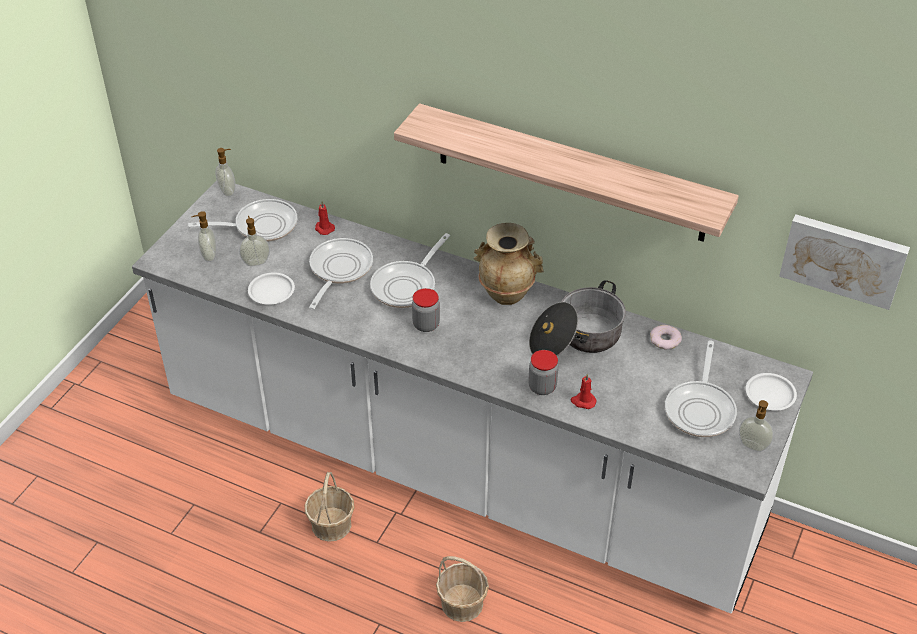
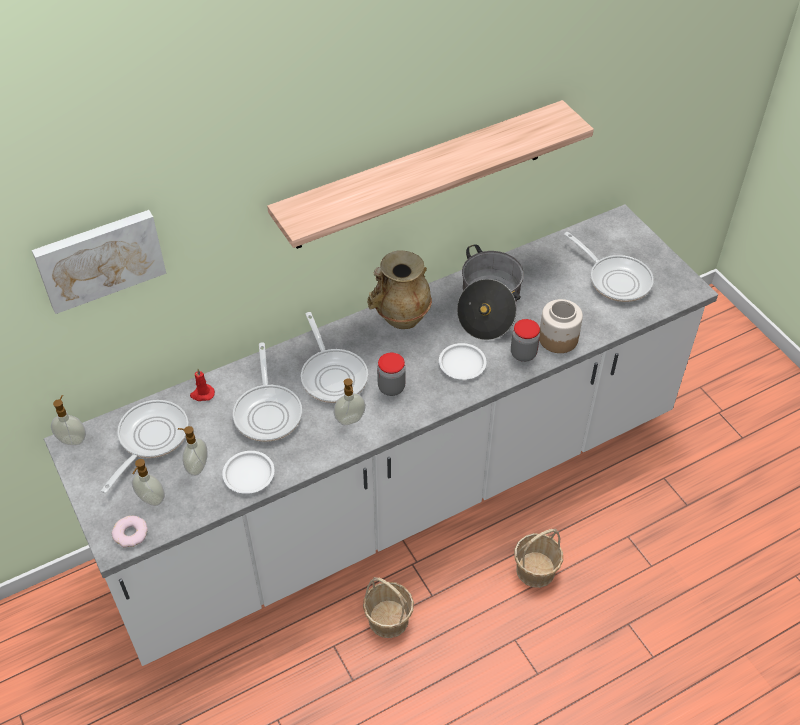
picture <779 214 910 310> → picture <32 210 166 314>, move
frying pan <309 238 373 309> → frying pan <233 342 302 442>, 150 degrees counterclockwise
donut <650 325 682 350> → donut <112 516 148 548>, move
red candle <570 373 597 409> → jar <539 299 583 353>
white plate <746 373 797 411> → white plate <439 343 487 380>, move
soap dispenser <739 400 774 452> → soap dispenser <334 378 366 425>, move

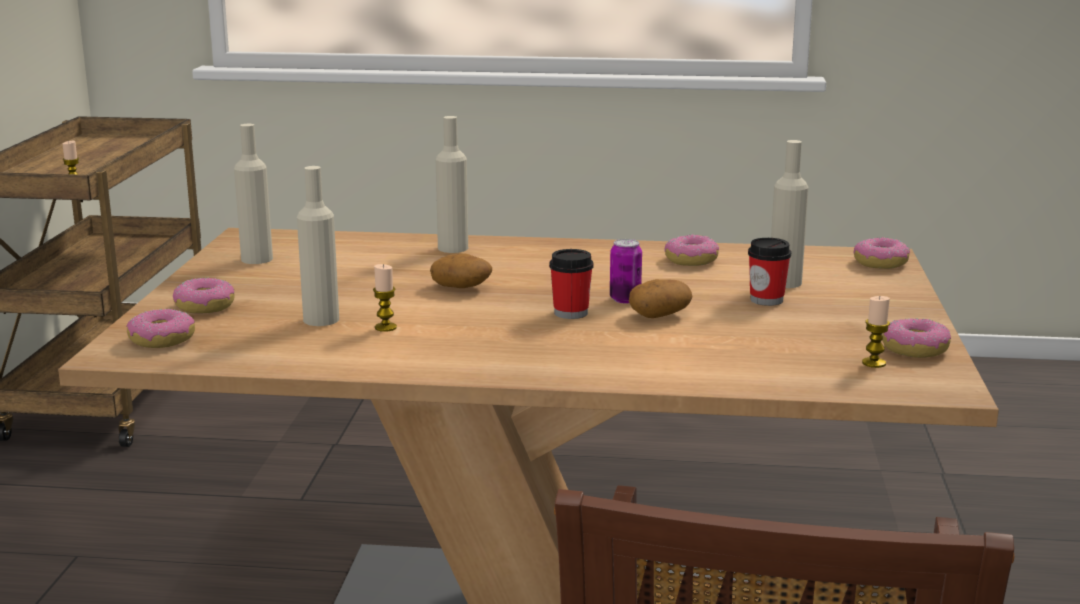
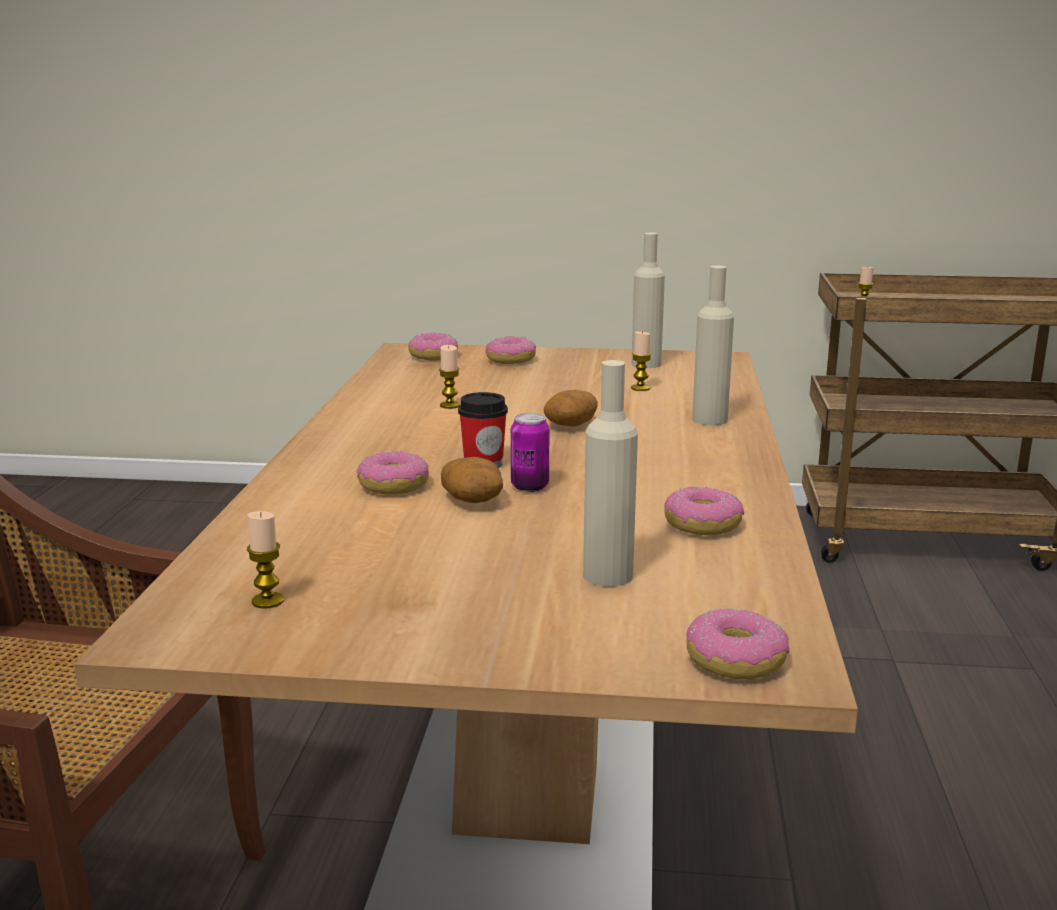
beige bottle <297 166 339 326> → -
cup <748 238 791 306> → -
donut <882 318 951 358> → donut <357 451 429 494>, move
- → candle <631 331 652 391>

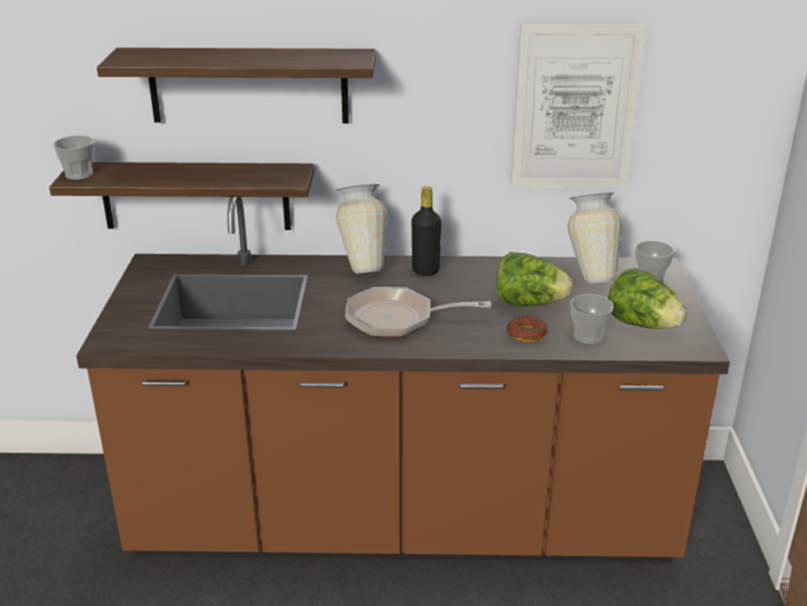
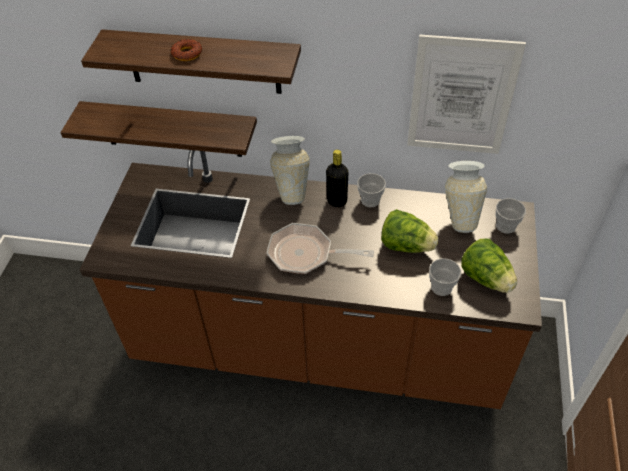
cup <53 136 94 180> → cup <357 173 386 207>, move
donut <507 316 547 342> → donut <170 39 202 61>, move

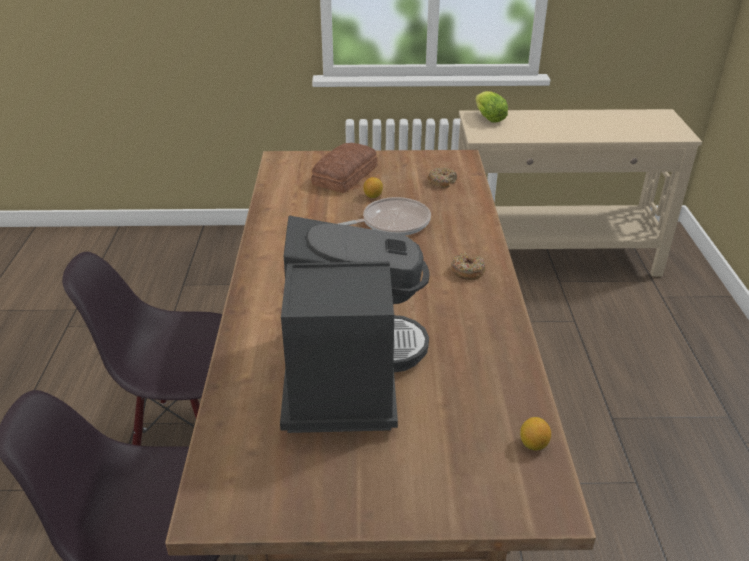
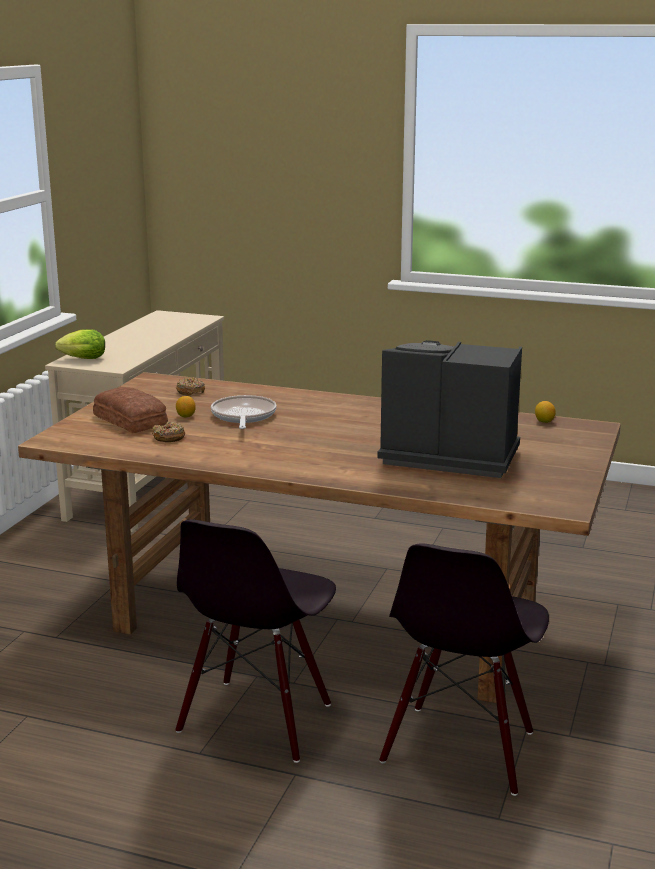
donut <451 252 486 280> → donut <152 422 185 442>, move

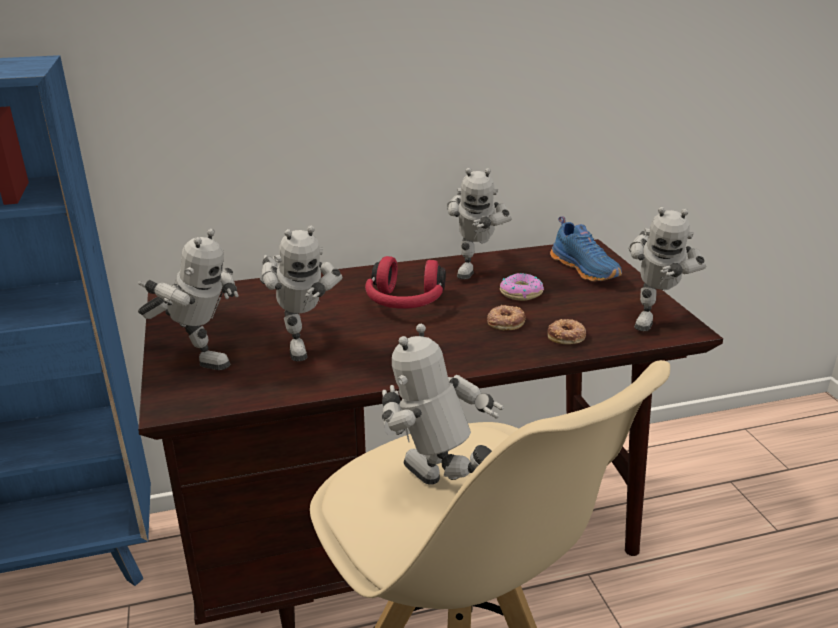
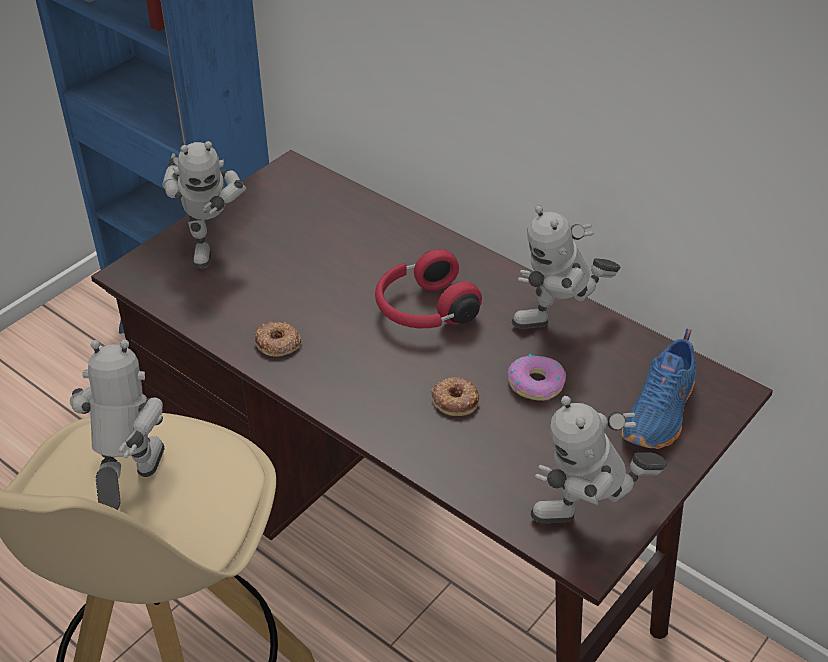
toy robot <260 226 343 361> → -
donut <548 319 586 344> → donut <254 321 301 357>, move

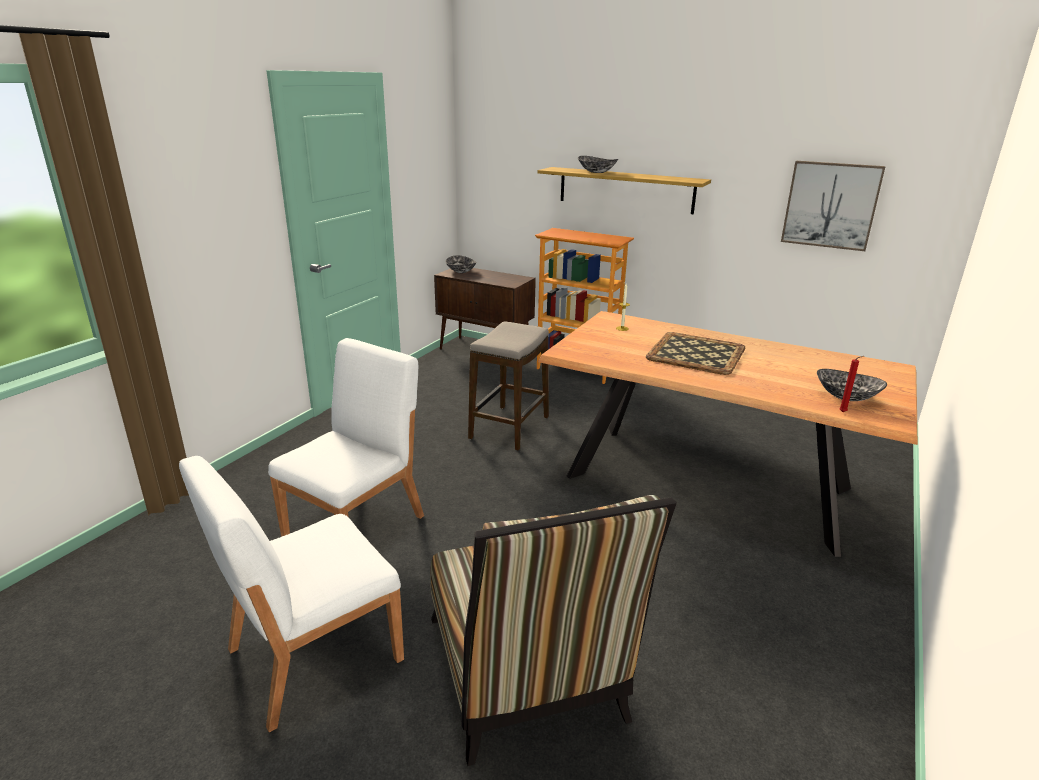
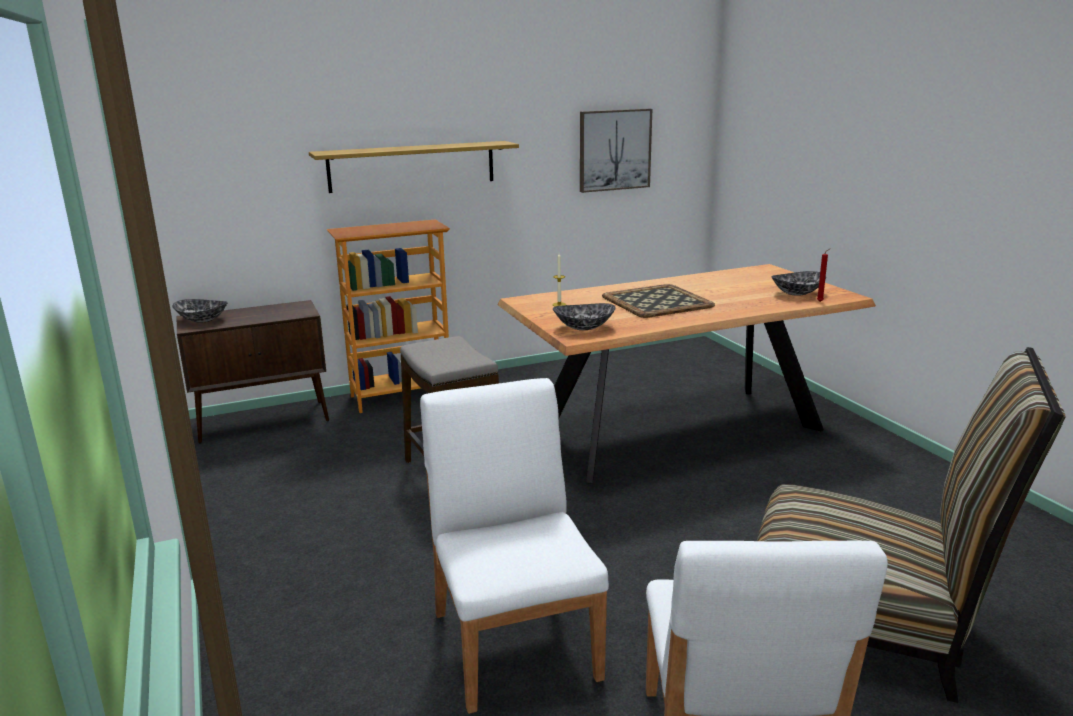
bowl <578 156 618 173> → bowl <553 303 616 330>, move

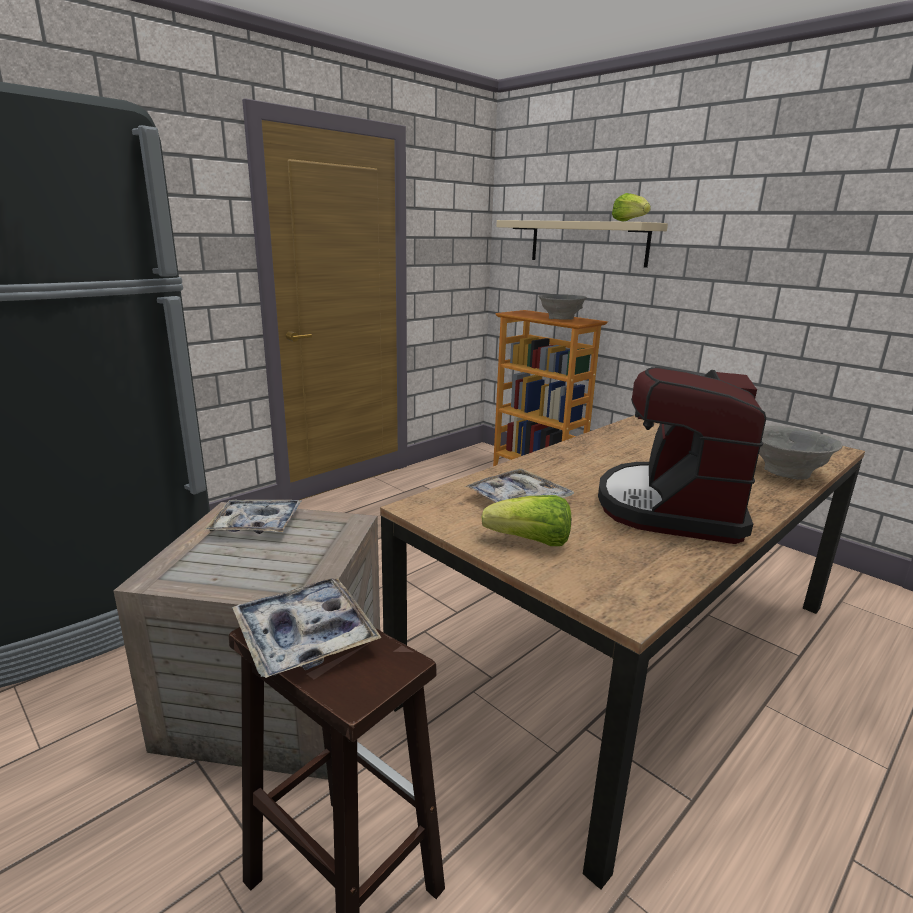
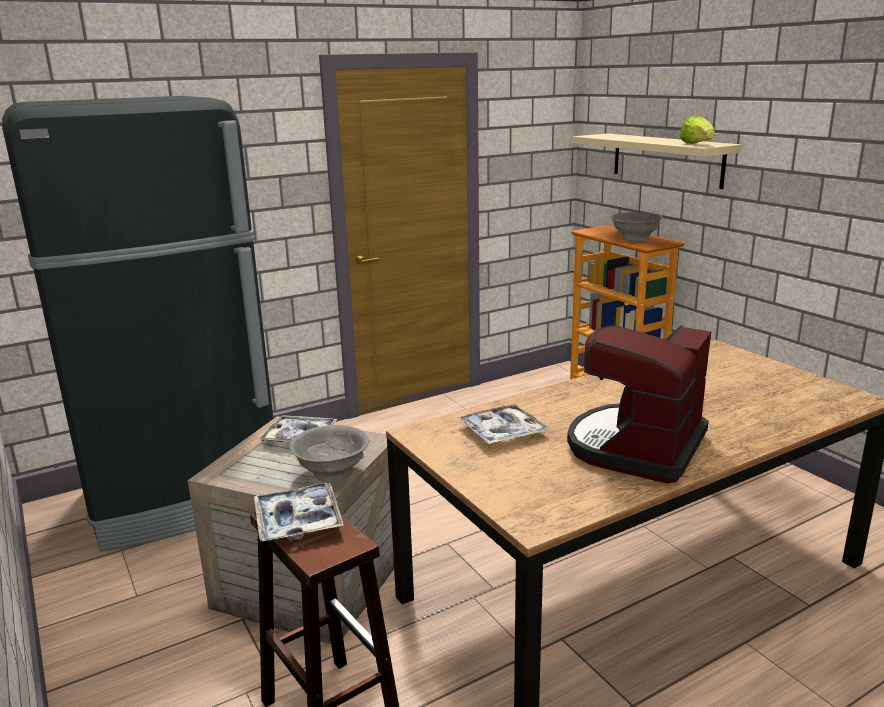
grey bowl <759 426 843 480> → grey bowl <290 425 369 483>, move
lettuce <481 495 571 546> → -

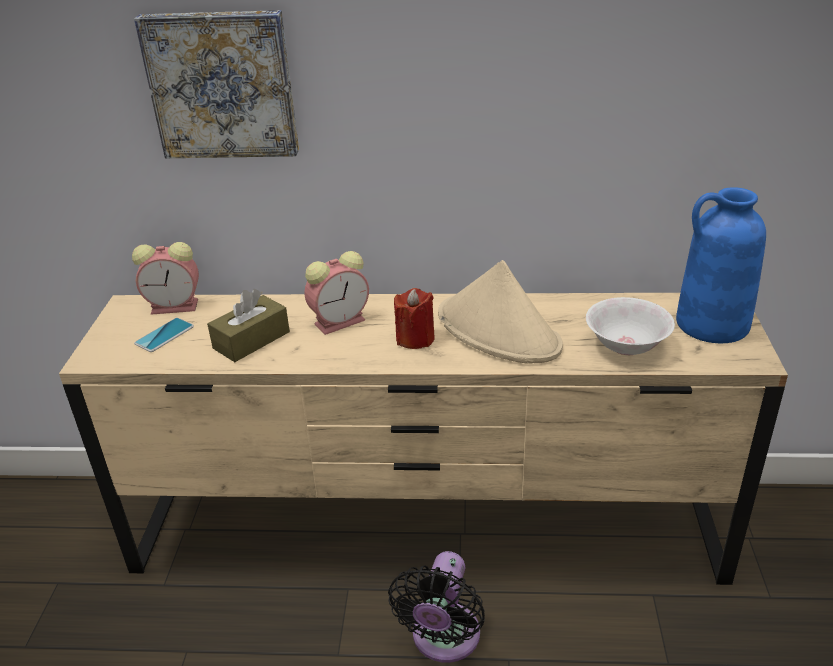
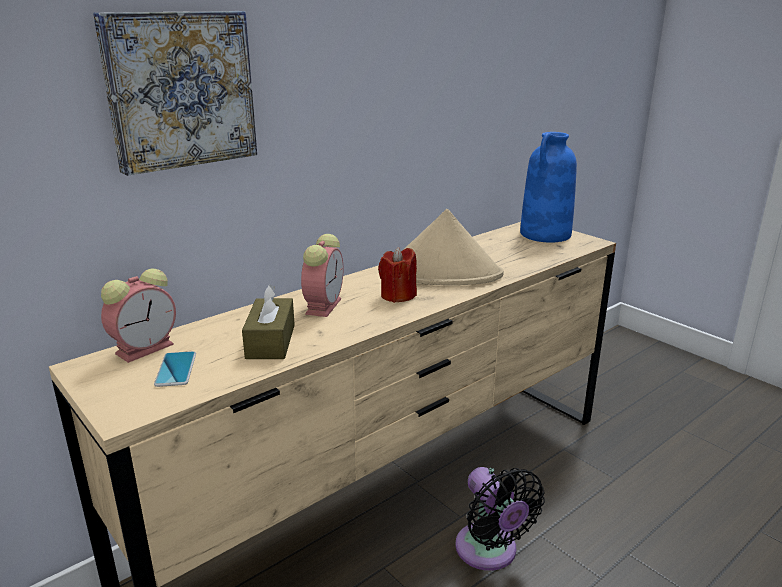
white bowl <586 297 675 355> → -

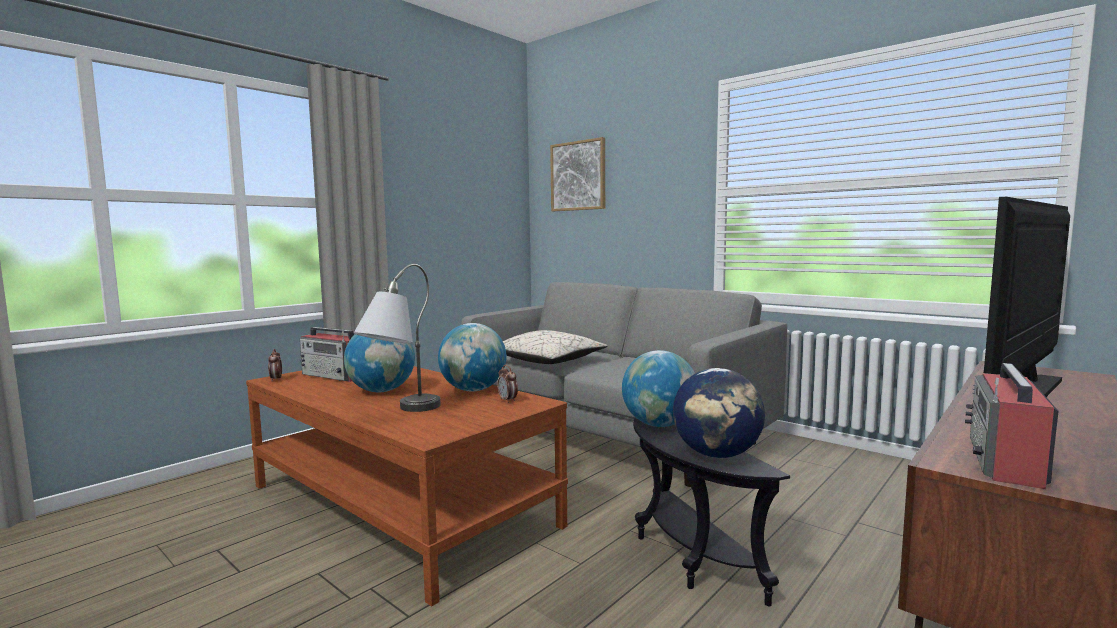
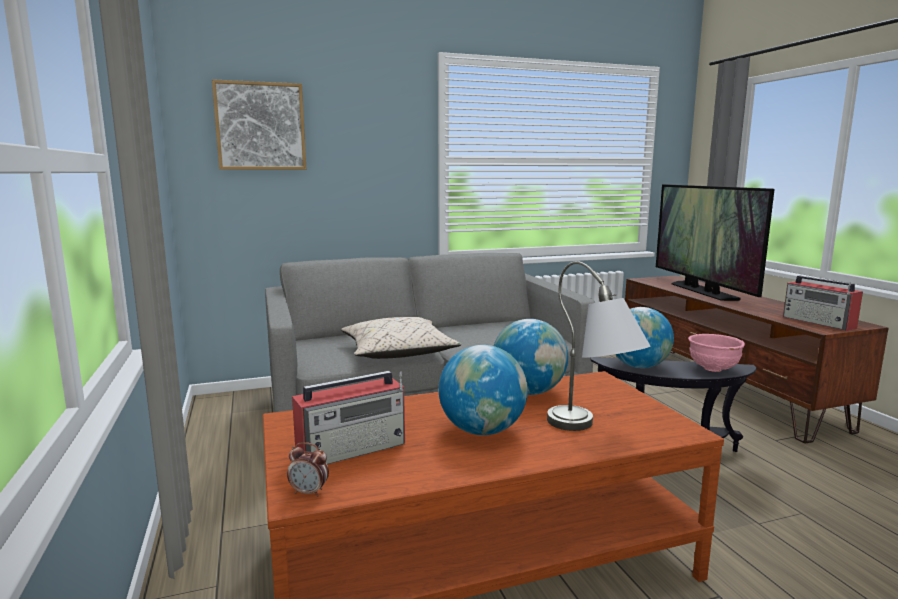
alarm clock <497 365 518 403> → -
globe <673 368 765 458> → pink bowl <688 334 745 372>

